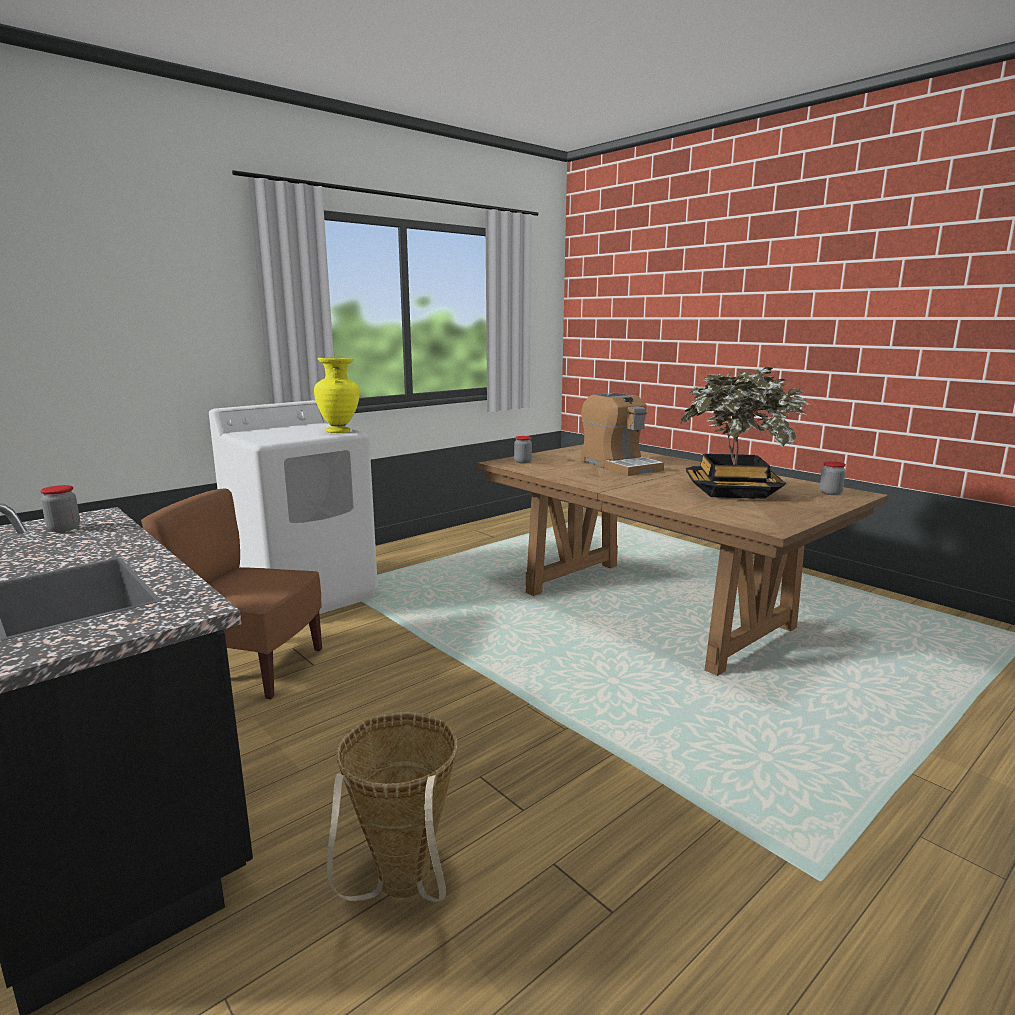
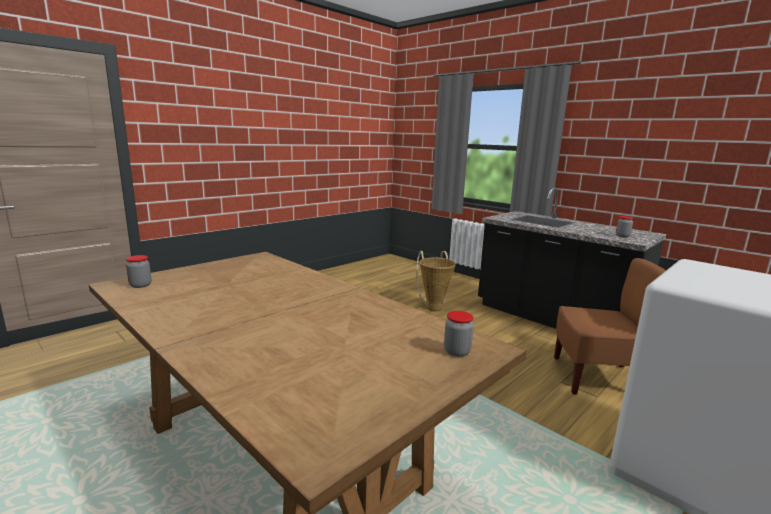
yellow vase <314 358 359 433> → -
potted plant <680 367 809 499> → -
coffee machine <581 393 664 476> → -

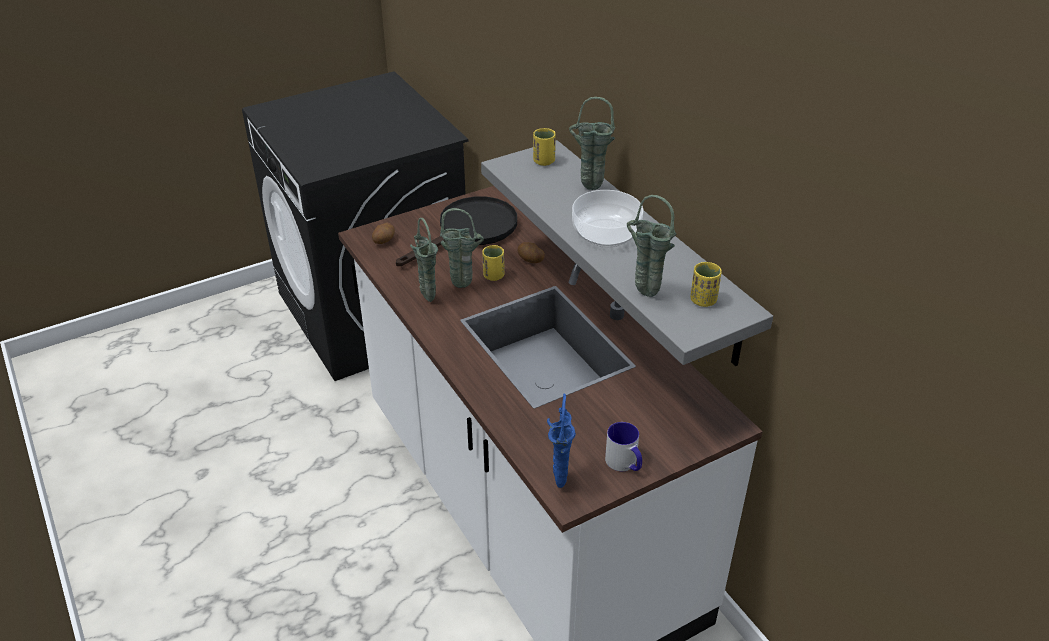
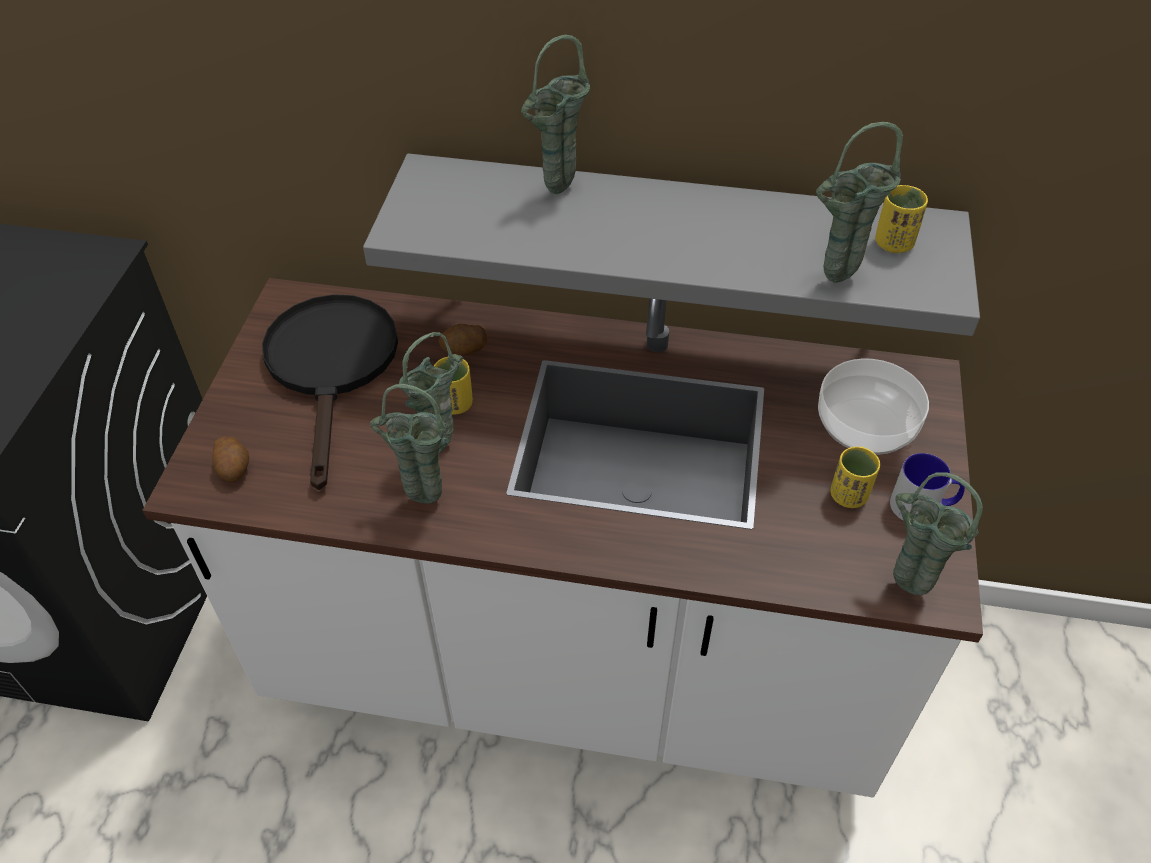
yellow cup <533 128 556 166> → yellow cup <830 446 880 508>, move
bowl <572 190 643 248> → bowl <818 358 929 455>, move
blue vase <547 393 576 488> → green vase <893 473 983 595>

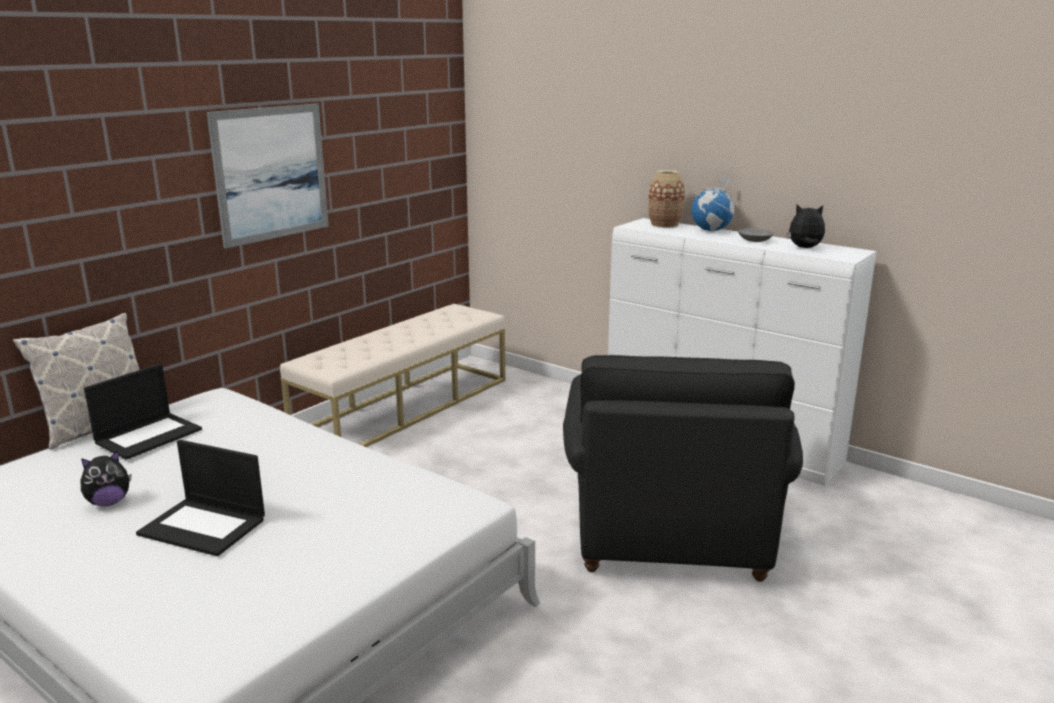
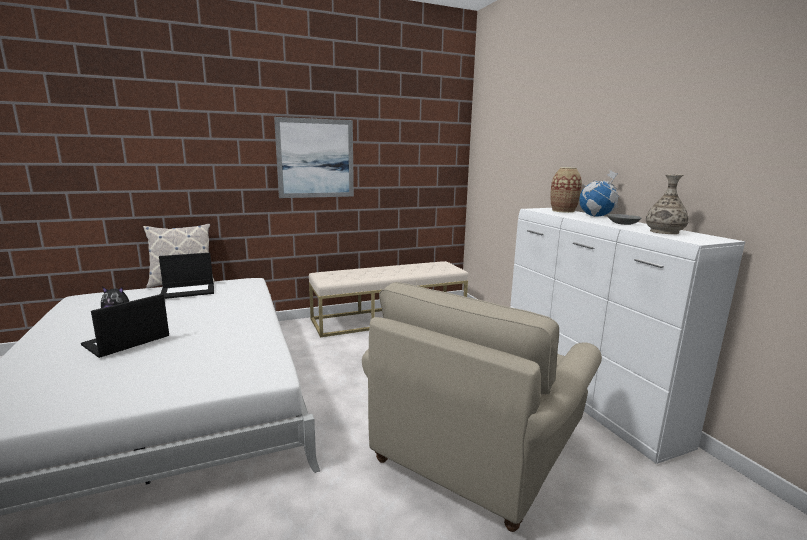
plush toy <787 204 825 248> → vase <646 174 689 234>
black armchair <563 355 803 582> → beige armchair <362 282 602 532>
laptop <136 440 265 556> → laptop <81 294 169 358>, 75 degrees clockwise

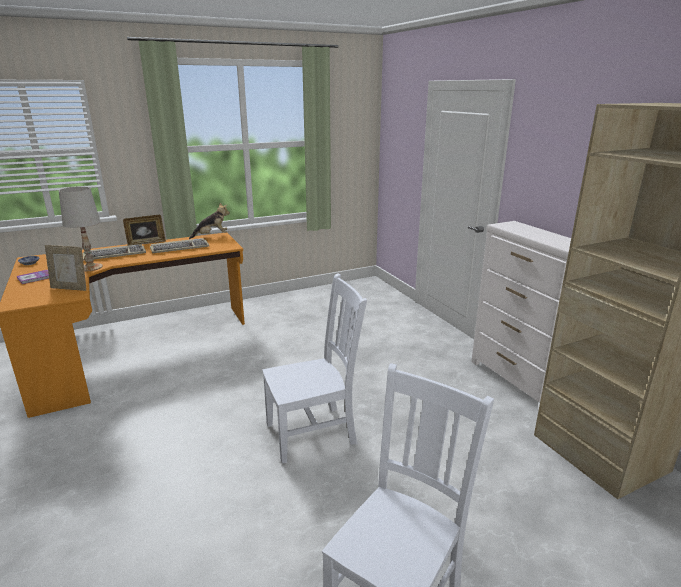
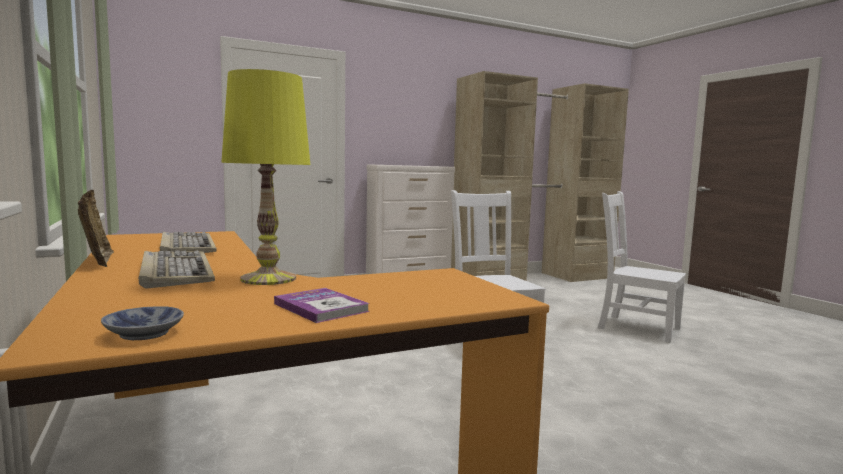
white table lamp <59 187 103 271> → yellow table lamp <221 69 310 285>
plush toy <189 203 230 239> → -
picture frame <45 245 86 291> → -

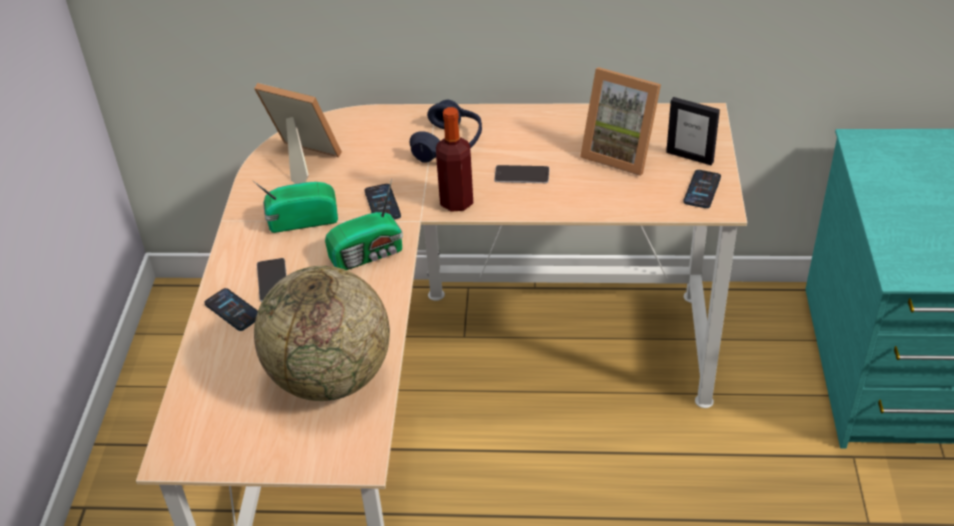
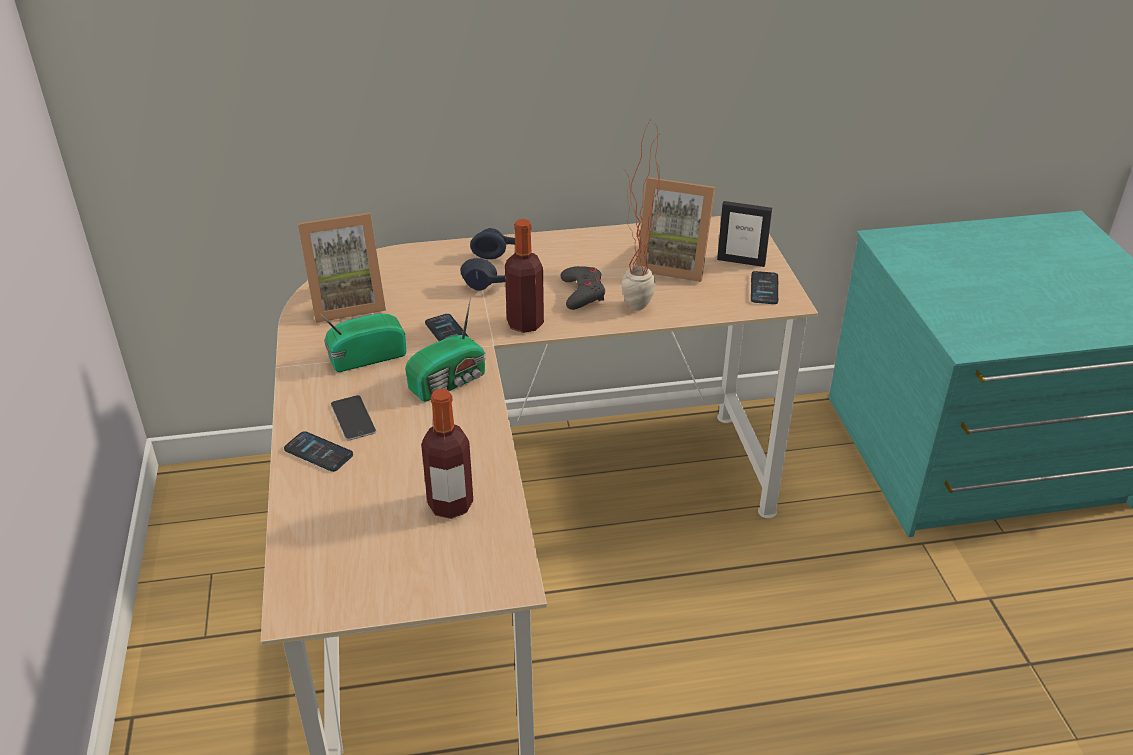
picture frame <254 83 342 184> → picture frame <298 213 386 323>, 150 degrees clockwise
phone <494 165 550 183> → grey game controller <560 266 605 310>
globe <254 266 390 401> → bottle <421 389 473 519>
- → potted plant <621 118 661 310>

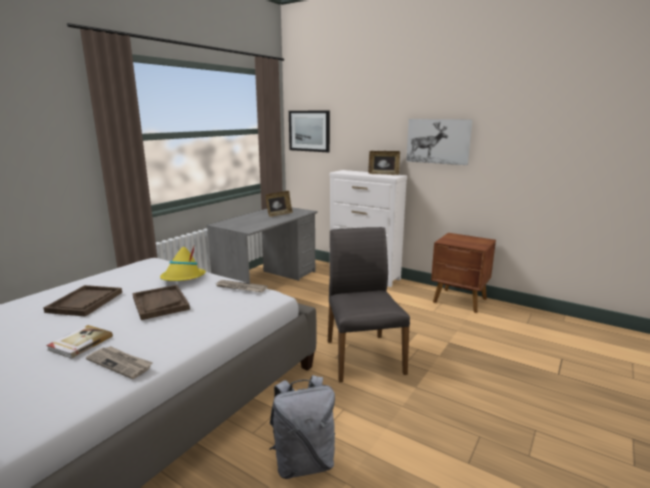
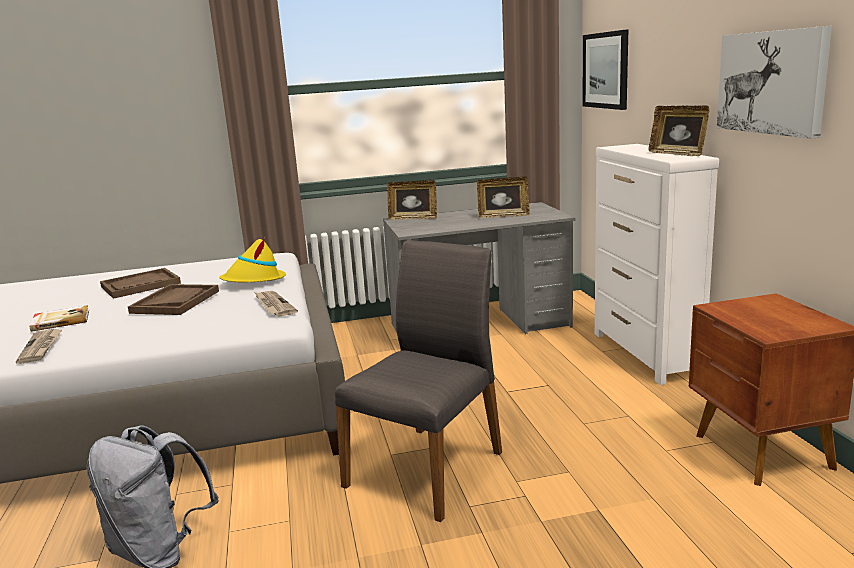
- → picture frame <387 180 437 220>

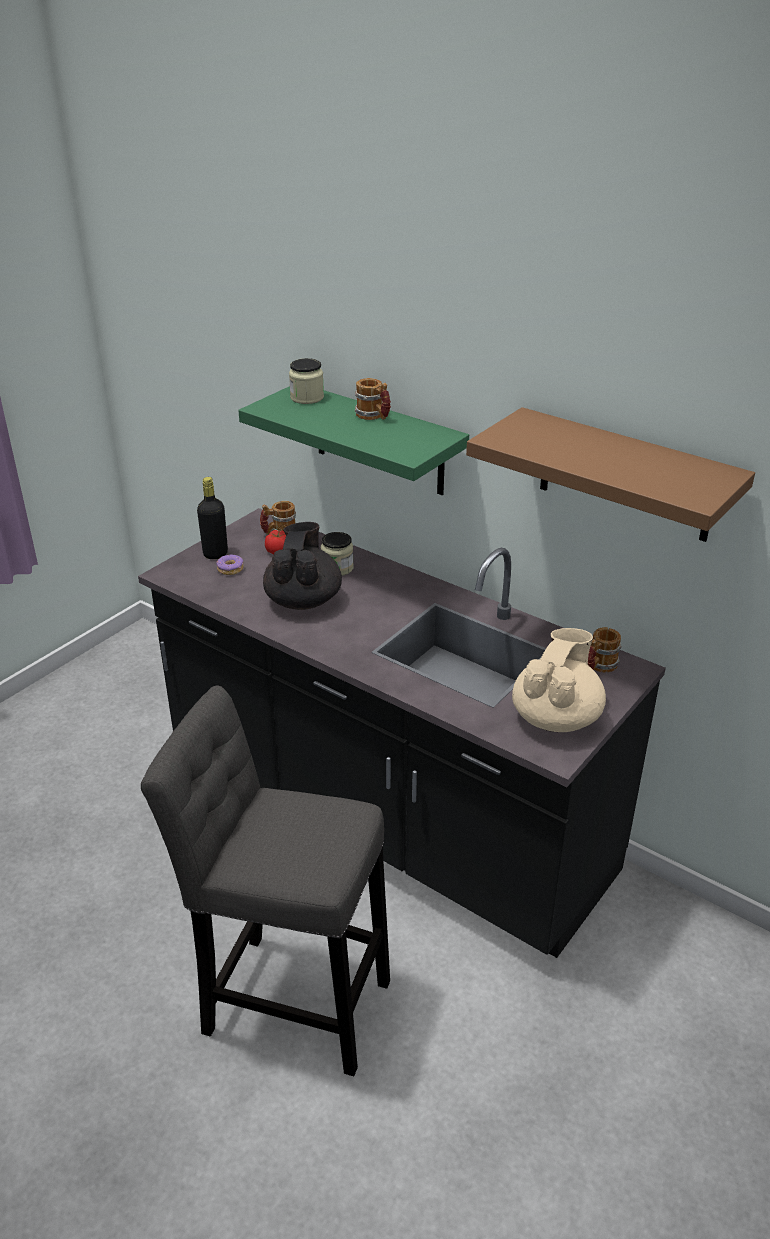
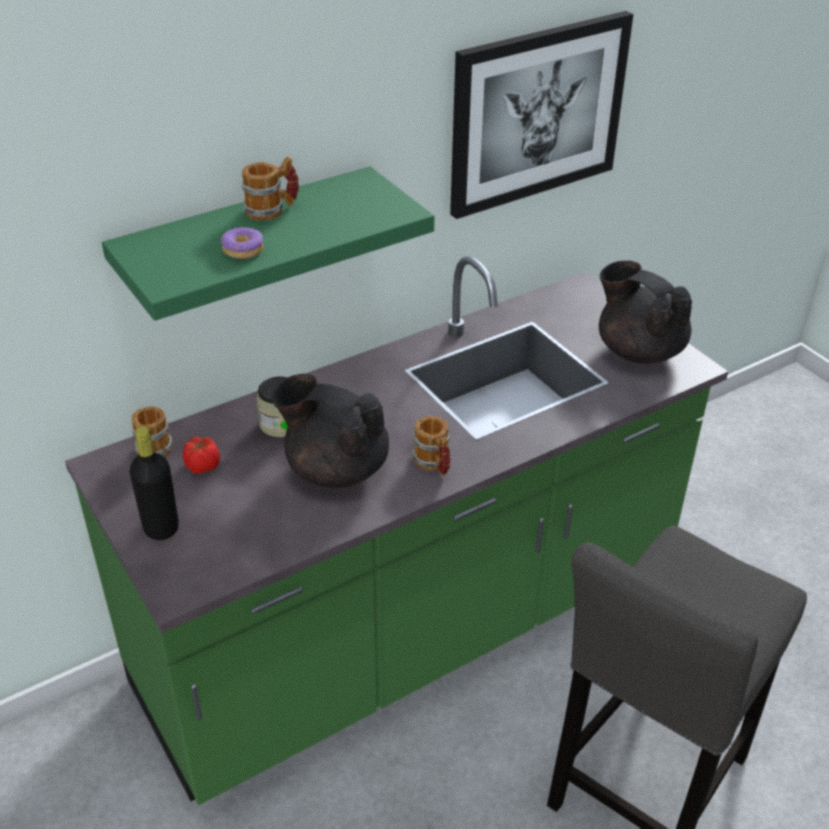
jar <289 358 324 404> → -
brown shelf <466 407 755 542> → picture <450 11 633 219>
black counter <138 508 666 958> → green counter <65 256 728 805>
donut <216 554 244 575> → donut <221 227 264 259>, move
mug <588 627 622 673> → mug <411 416 451 475>, move
beige teapot <512 628 606 732> → black teapot <599 261 692 364>

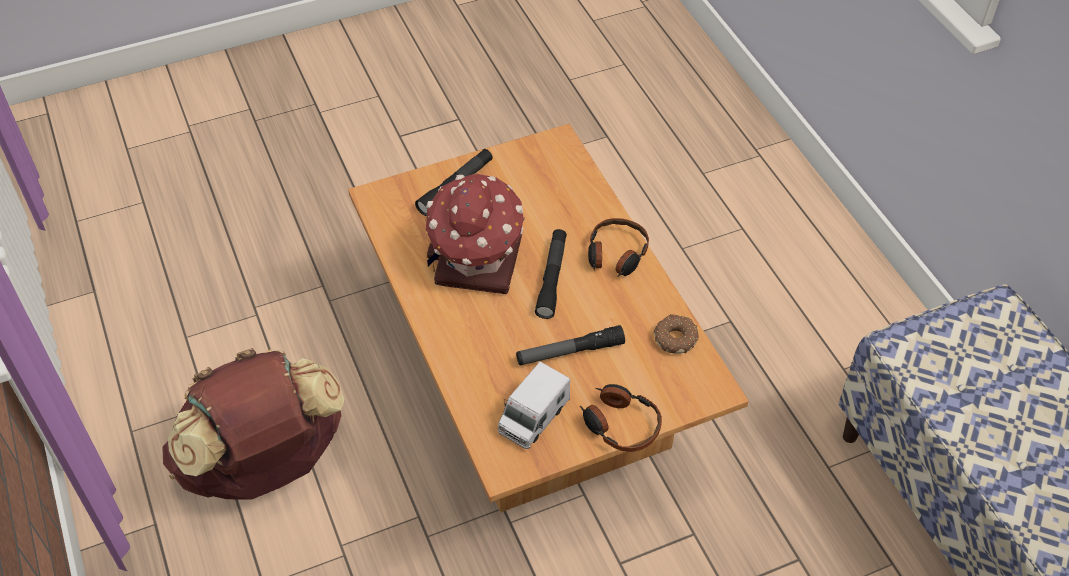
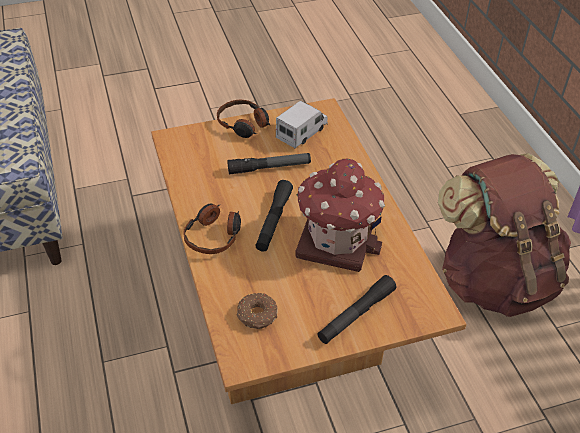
donut <654 314 699 354> → donut <236 293 278 329>, move

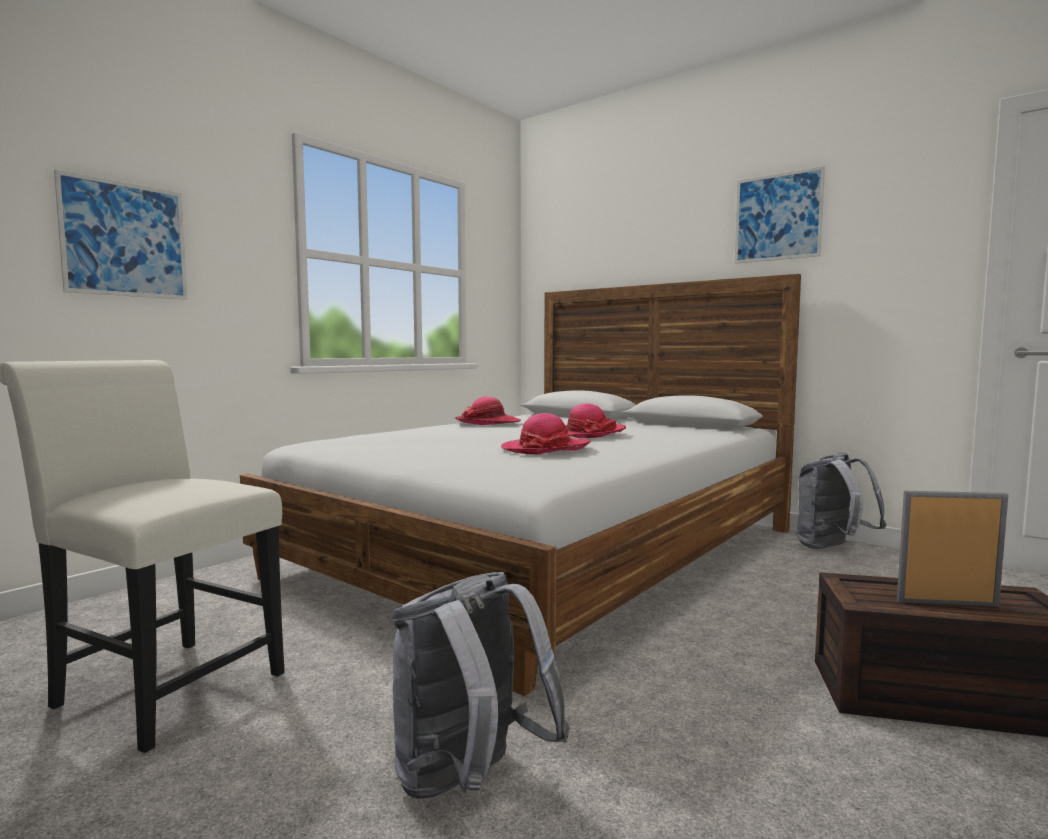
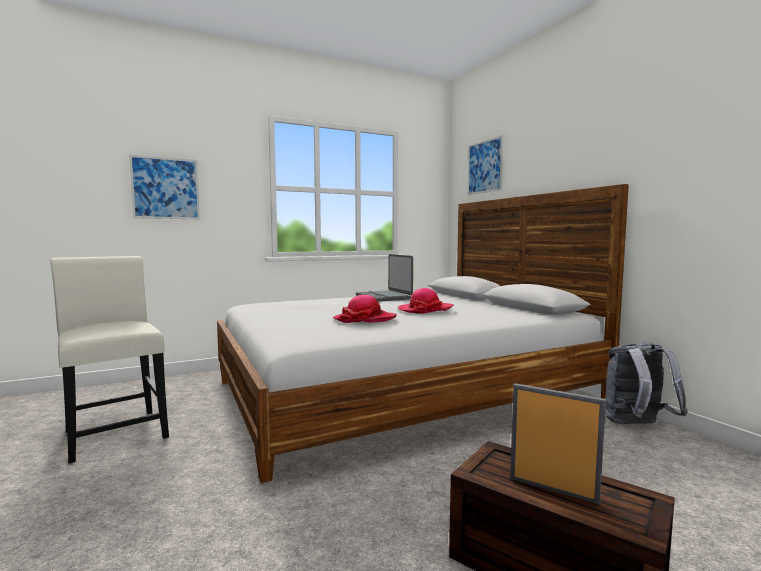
picture <735 166 825 264> → picture <468 135 503 195>, move
hat <455 396 521 425> → laptop <356 254 413 302>
grey backpack <392 572 570 799> → -

